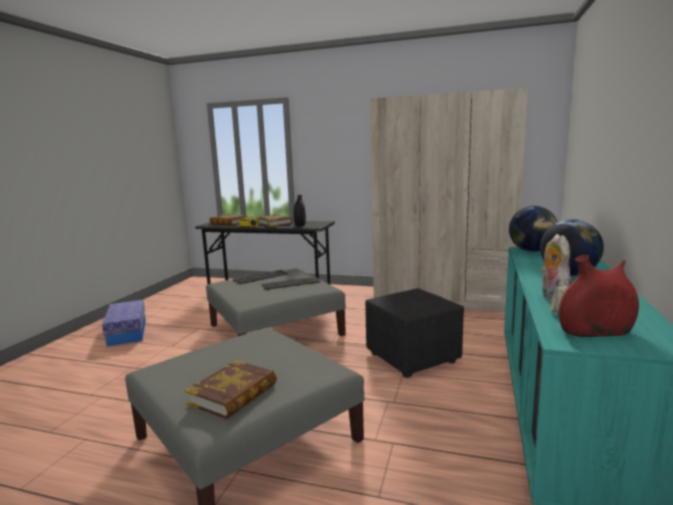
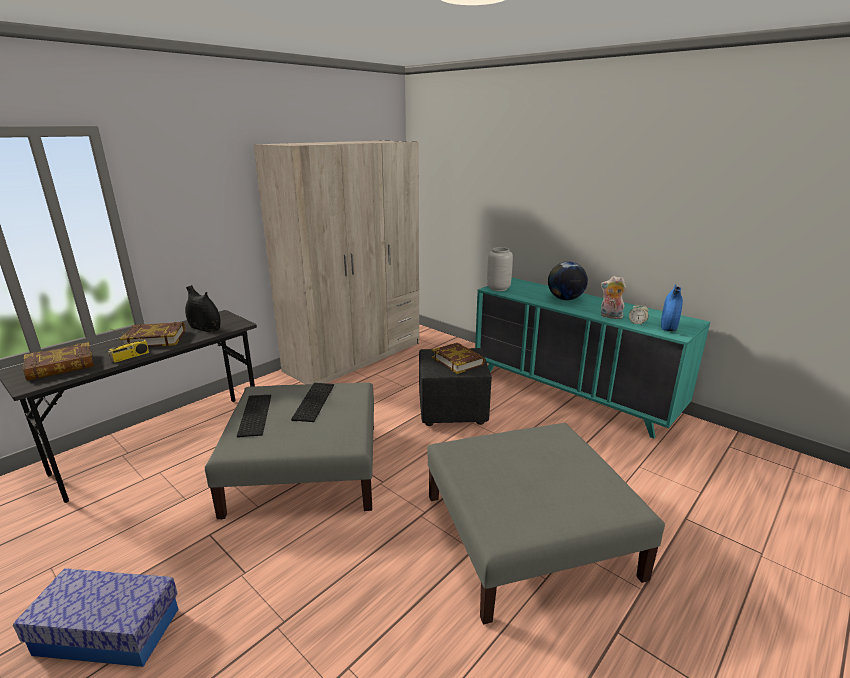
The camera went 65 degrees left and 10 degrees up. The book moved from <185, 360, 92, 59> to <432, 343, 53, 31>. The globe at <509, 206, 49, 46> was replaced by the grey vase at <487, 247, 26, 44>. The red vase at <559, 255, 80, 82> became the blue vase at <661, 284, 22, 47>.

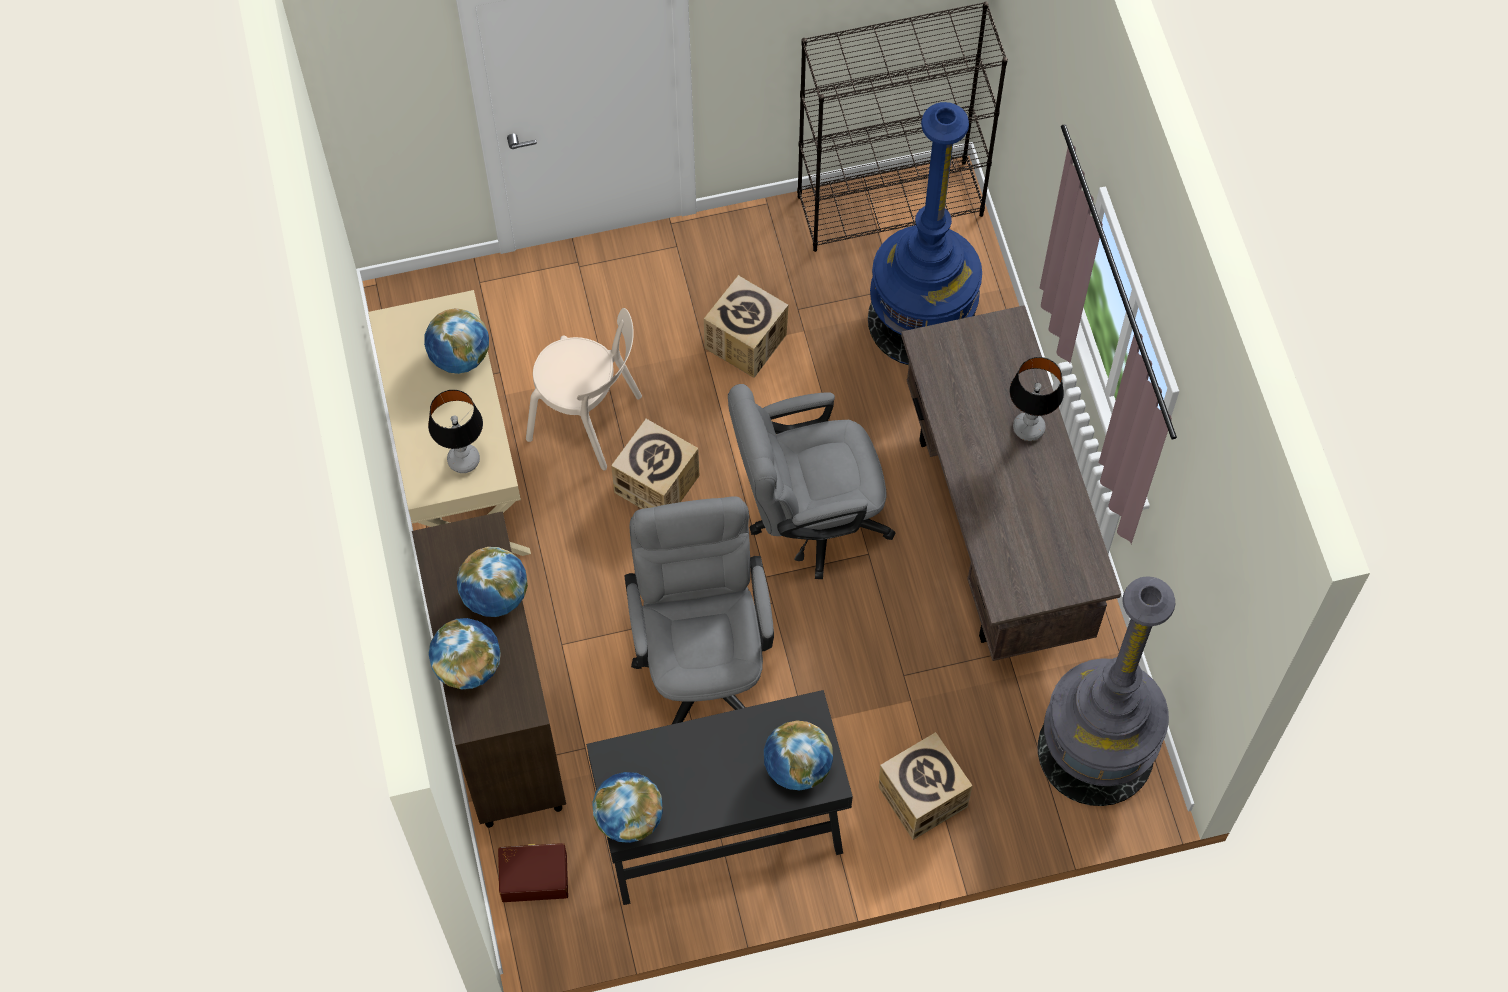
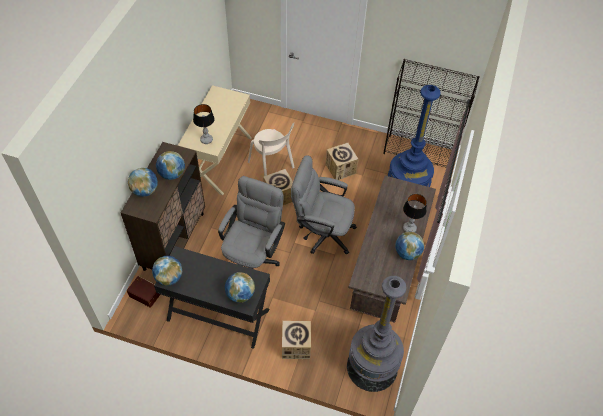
The camera went 30 degrees right and 10 degrees down. The globe moved from <424, 308, 65, 66> to <395, 232, 29, 28>.

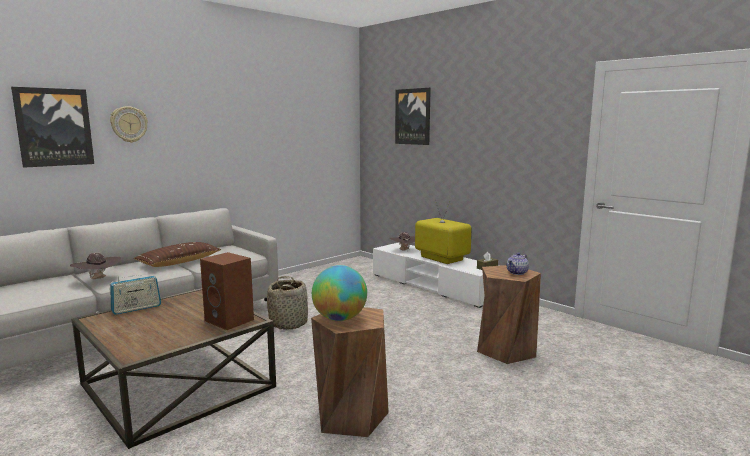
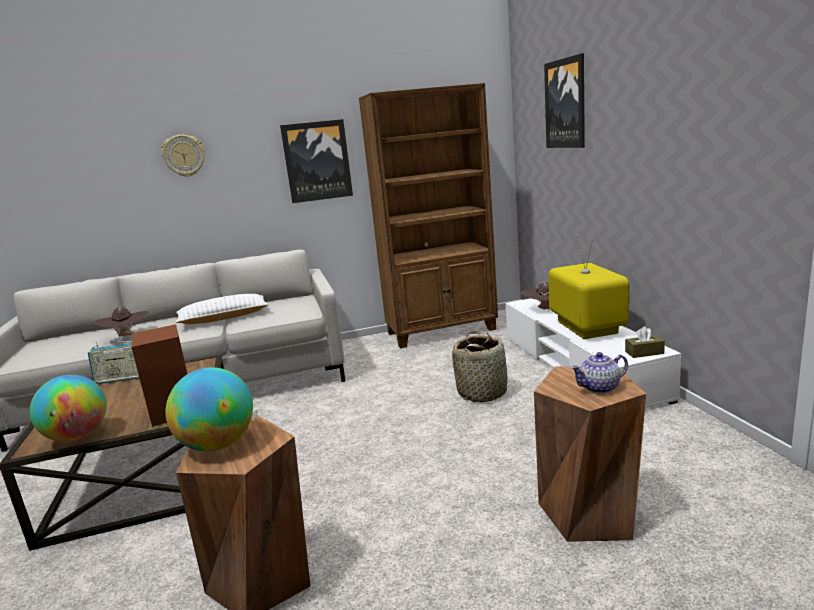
The camera went 30 degrees right and 5 degrees up. The picture moved from <11, 87, 83, 81> to <280, 119, 73, 84>. The brown pillow at <134, 242, 87, 25> became the white pillow at <176, 294, 93, 30>. The basket moved from <267, 276, 41, 54> to <452, 331, 55, 72>. The globe at <30, 375, 77, 67> appeared. The brown bookcase at <359, 83, 139, 265> appeared.

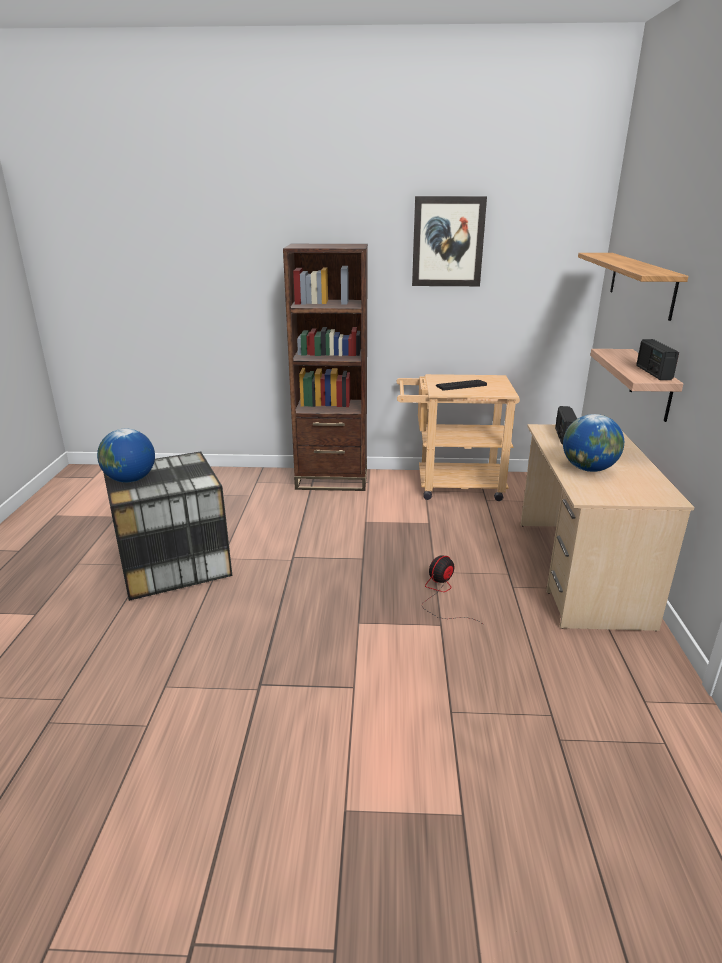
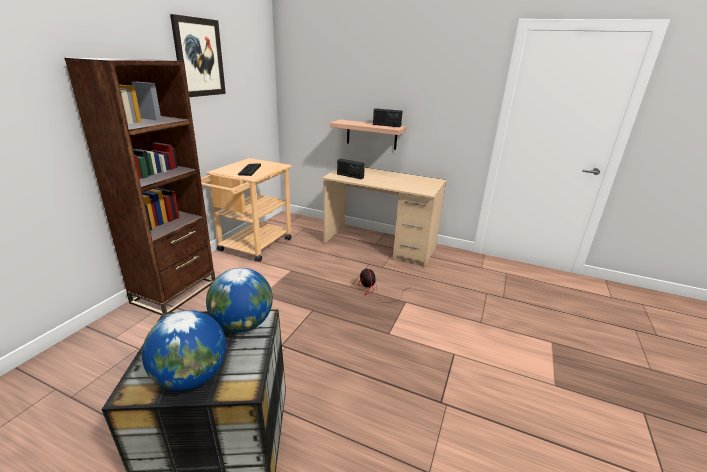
The camera went 70 degrees left and 0 degrees up. The globe moved from <563, 414, 61, 58> to <206, 268, 67, 65>. The shelf at <578, 253, 110, 68> disappeared.

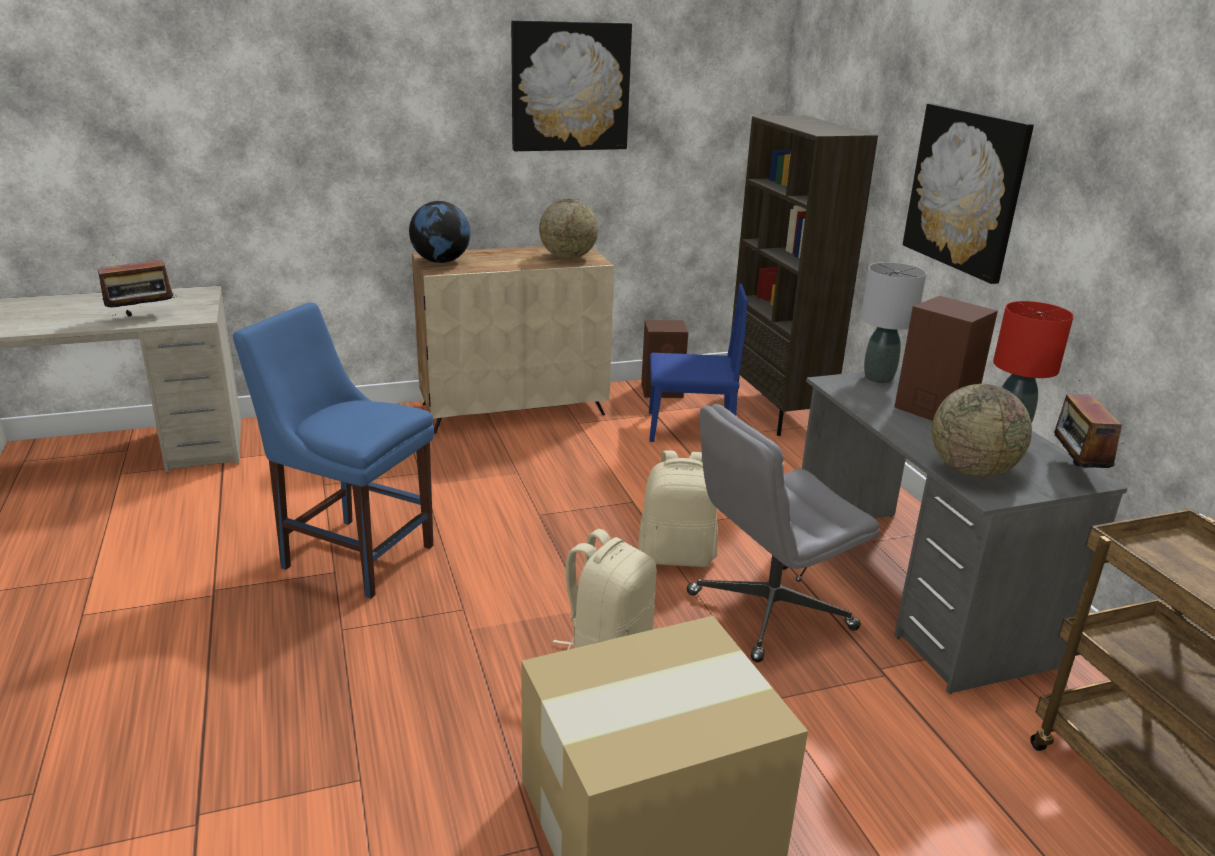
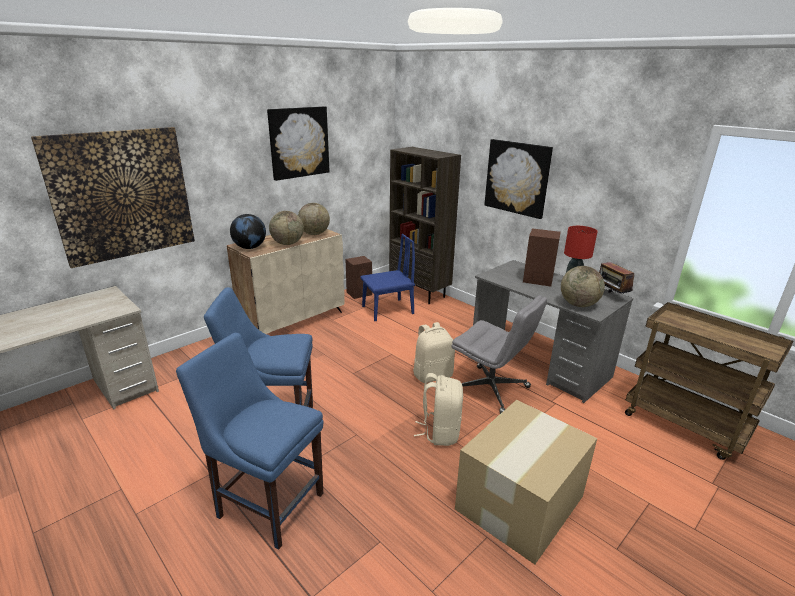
The camera went 25 degrees left and 0 degrees up. The radio at <98, 260, 79, 57> disappeared. The grey office chair at <687, 404, 192, 259> turned 90 degrees counterclockwise. The grey table lamp at <861, 262, 66, 121> disappeared. The picture at <31, 127, 164, 141> appeared. The blue chair at <176, 333, 147, 216> appeared. The globe at <269, 211, 35, 34> appeared.

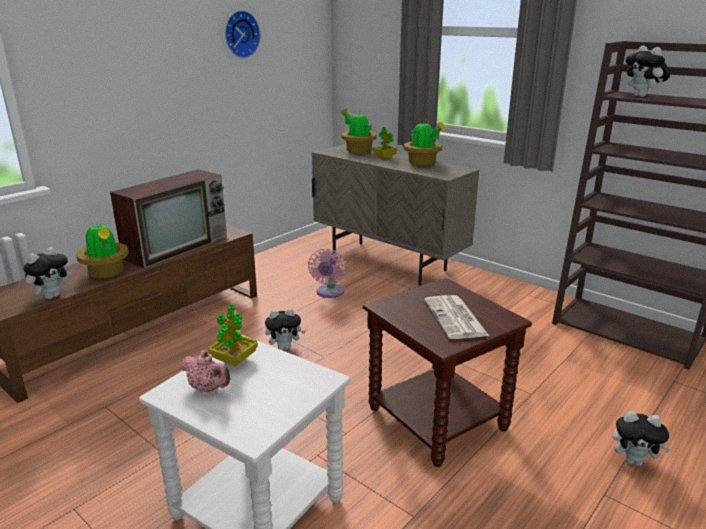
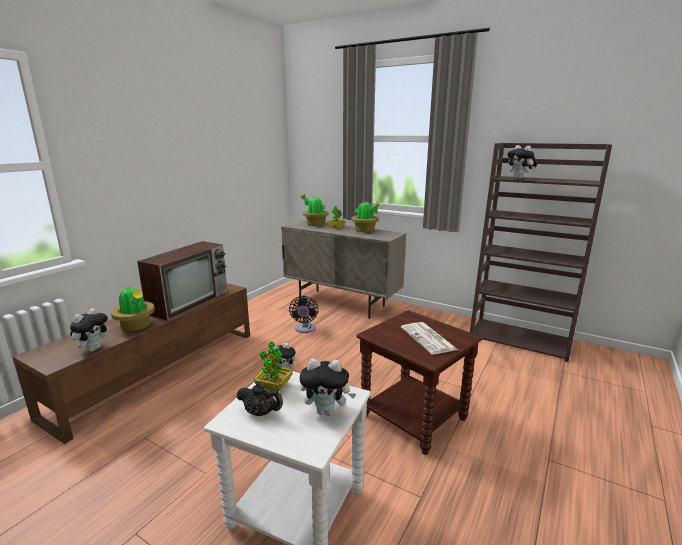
The camera went 10 degrees left and 5 degrees down. The pink teapot at <181, 350, 49, 42> became the black teapot at <237, 381, 46, 35>. The wall clock at <225, 10, 35, 48> disappeared. The pink fan at <308, 248, 38, 50> became the black fan at <289, 296, 29, 37>. The plush toy moved from <612, 411, 59, 55> to <299, 359, 57, 57>.

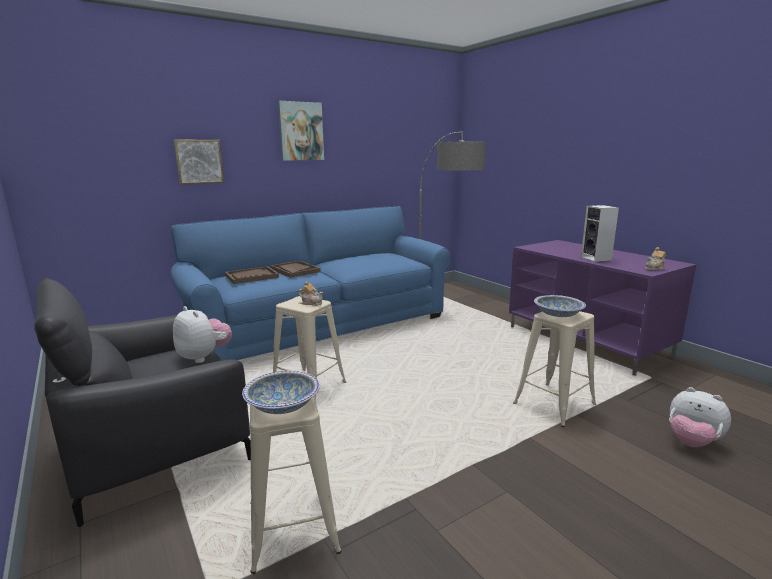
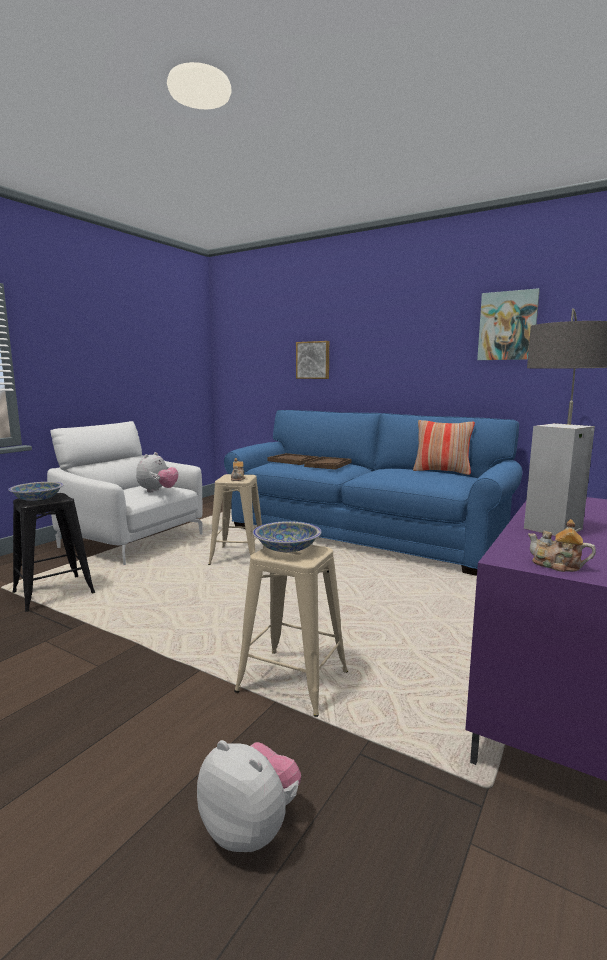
The camera went 65 degrees right and 5 degrees down. The black armchair at <34, 277, 217, 250> became the white armchair at <47, 421, 156, 144>. The beige stool at <250, 396, 92, 178> became the black stool at <12, 493, 83, 119>. The picture moved from <278, 101, 46, 60> to <477, 288, 63, 72>. The plush toy at <669, 387, 62, 60> turned 105 degrees clockwise. The pillow at <413, 420, 62, 55> appeared.

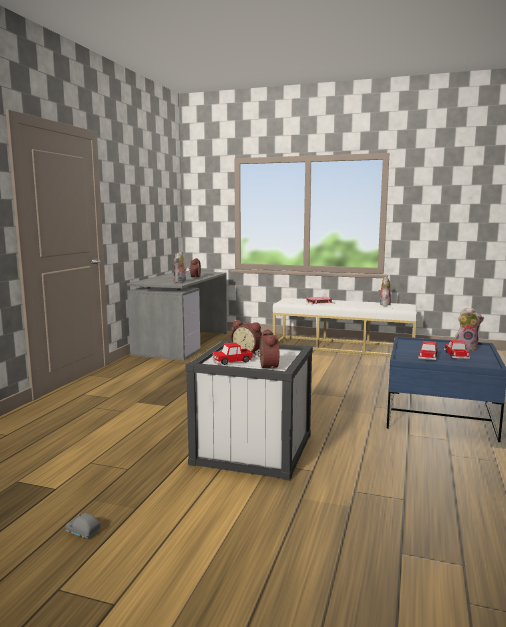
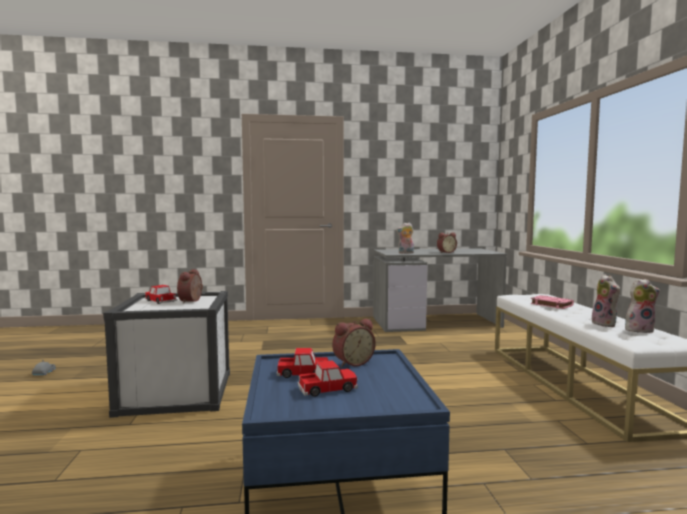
The camera went 65 degrees right and 5 degrees down. The alarm clock moved from <258, 329, 21, 41> to <332, 319, 44, 48>. The plush toy moved from <456, 307, 28, 44> to <591, 274, 29, 53>.

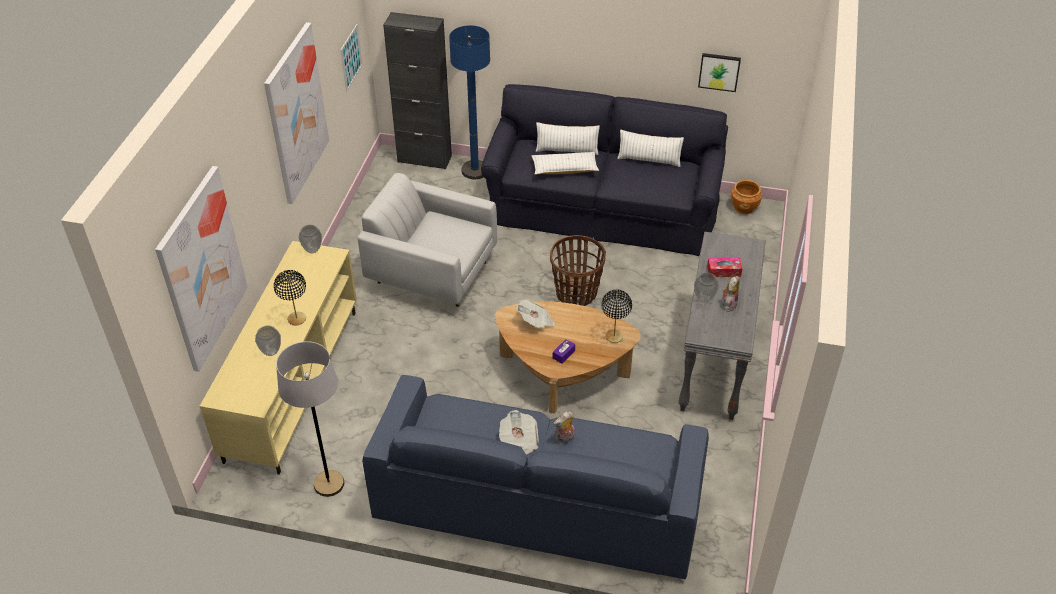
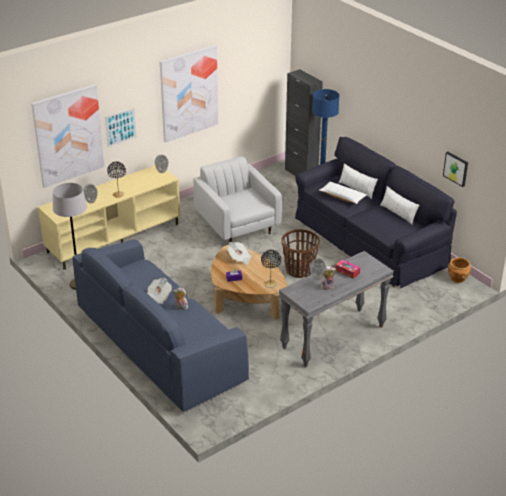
The camera went 40 degrees right and 10 degrees down. The picture moved from <340, 24, 23, 68> to <105, 108, 32, 39>.

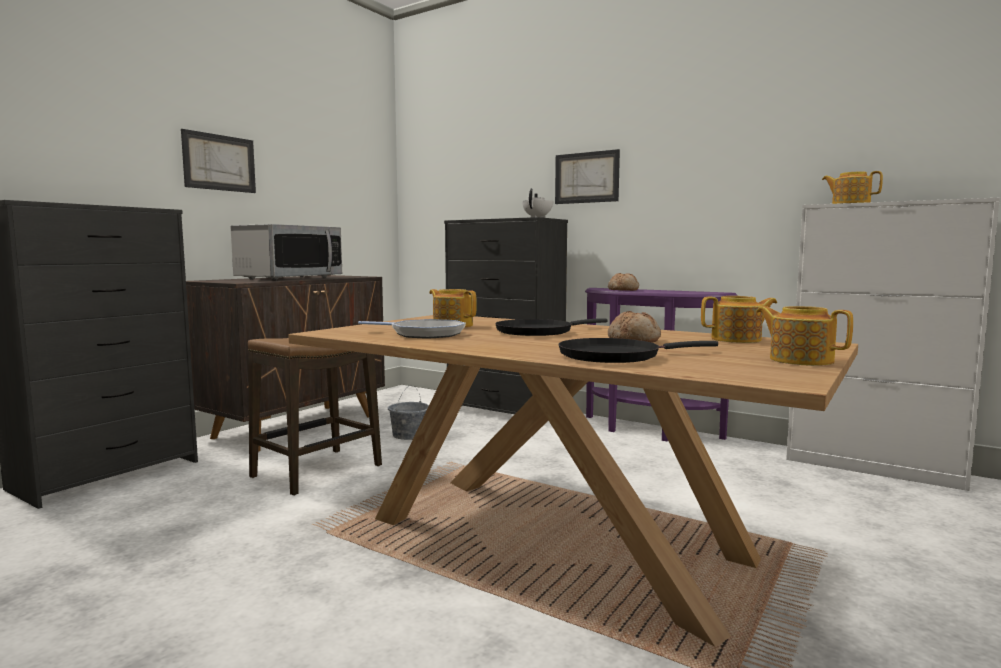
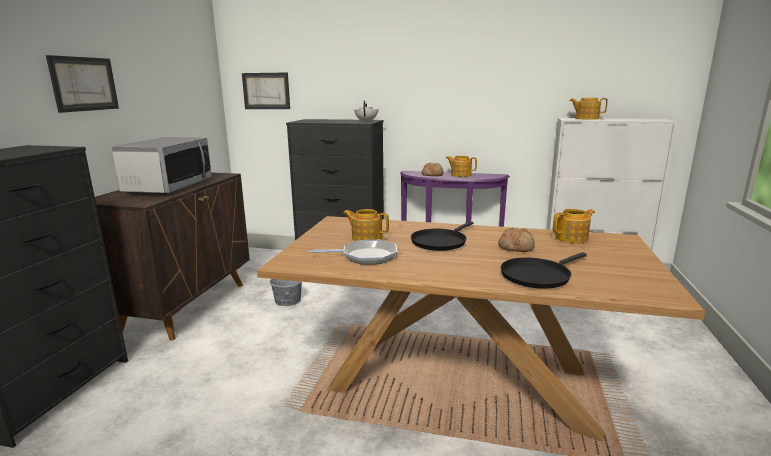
The camera went 20 degrees left and 10 degrees up. The stool at <248, 338, 134, 158> disappeared. The picture moved from <555, 149, 65, 55> to <242, 72, 48, 37>. The teapot moved from <756, 306, 97, 60> to <446, 156, 31, 21>.

